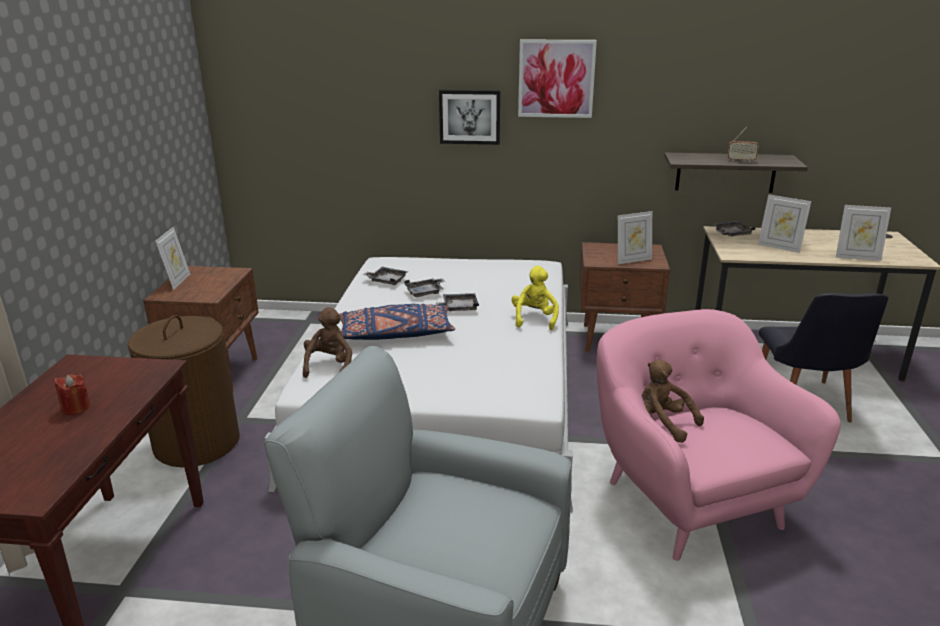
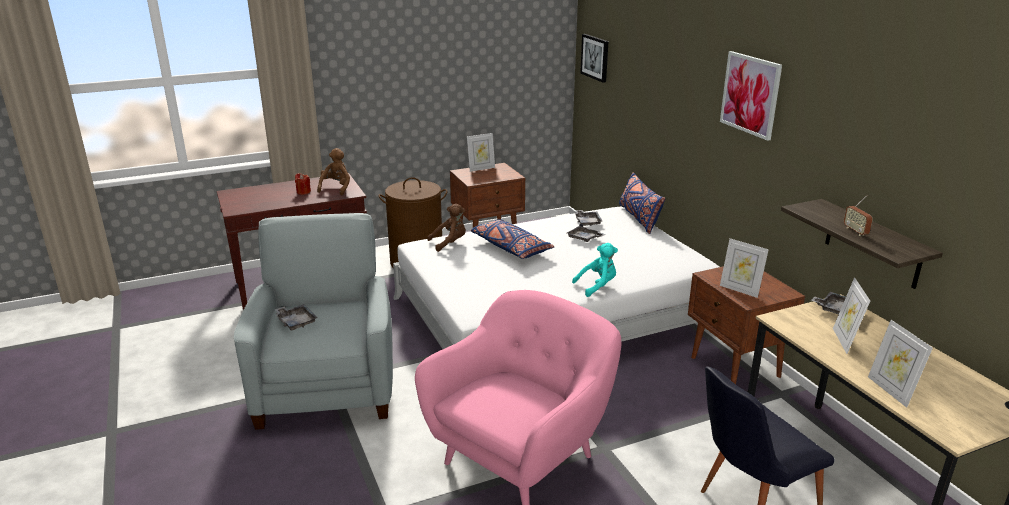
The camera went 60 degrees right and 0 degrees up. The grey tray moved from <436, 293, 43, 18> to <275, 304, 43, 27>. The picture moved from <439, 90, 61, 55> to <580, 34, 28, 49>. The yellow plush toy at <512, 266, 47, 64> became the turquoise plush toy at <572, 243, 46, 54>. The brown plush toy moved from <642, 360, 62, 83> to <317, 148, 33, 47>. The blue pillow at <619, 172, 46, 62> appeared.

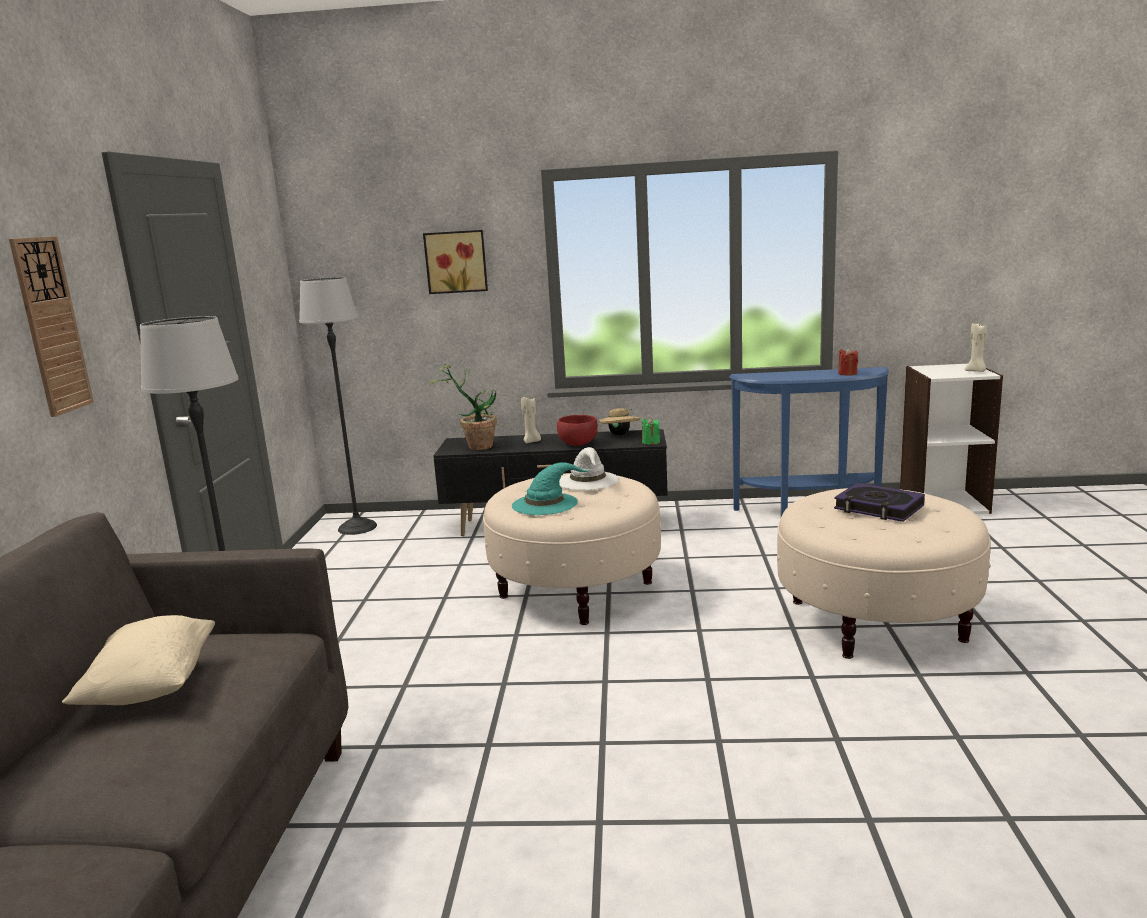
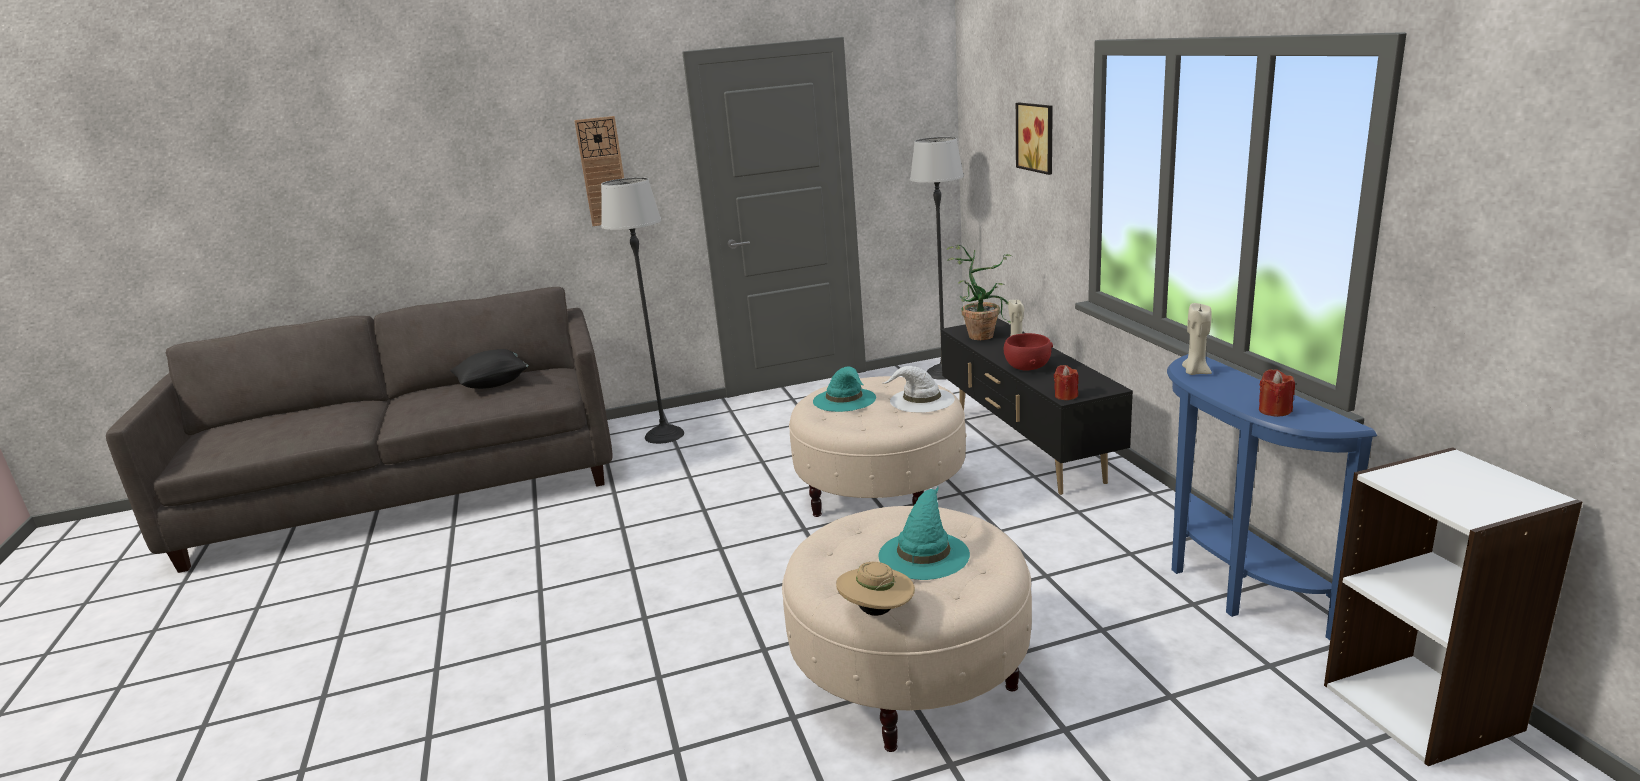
The camera went 70 degrees right and 5 degrees up. The beige pillow at <62, 615, 153, 90> became the black pillow at <450, 349, 79, 40>. The beige hat moved from <599, 407, 41, 28> to <836, 562, 79, 54>. The green candle at <642, 417, 18, 28> became the red candle at <1054, 365, 25, 35>. The book at <834, 483, 91, 39> was replaced by the turquoise hat at <879, 487, 91, 93>. The beige candle moved from <965, 323, 22, 49> to <1182, 303, 30, 72>.

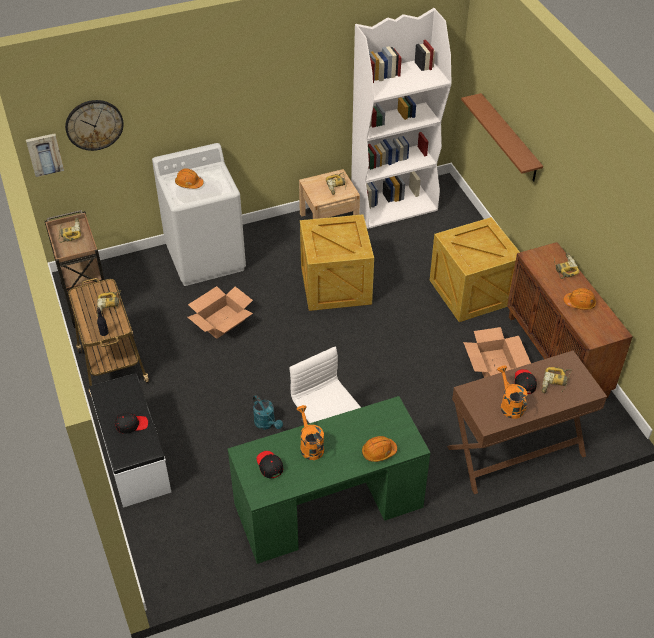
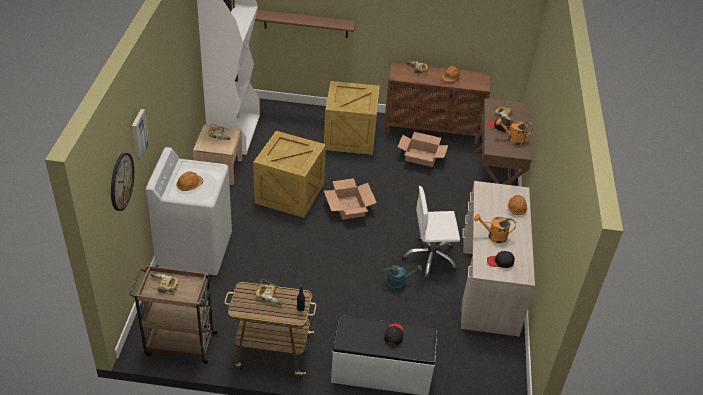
The camera went 65 degrees left and 5 degrees down. The picture moved from <26, 133, 38, 44> to <132, 109, 17, 51>. The cardboard box moved from <188, 286, 65, 53> to <324, 178, 53, 42>. The green desk at <228, 396, 203, 168> became the beige desk at <461, 181, 74, 156>.

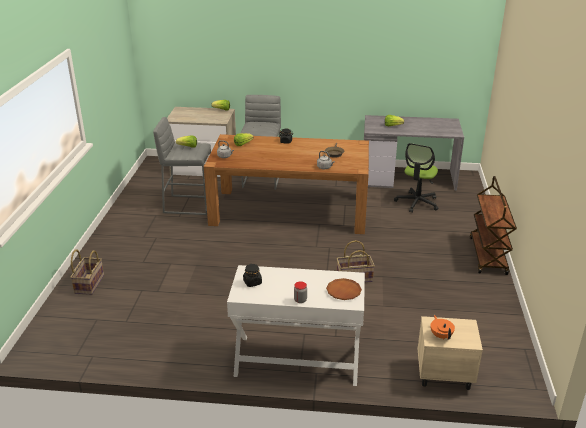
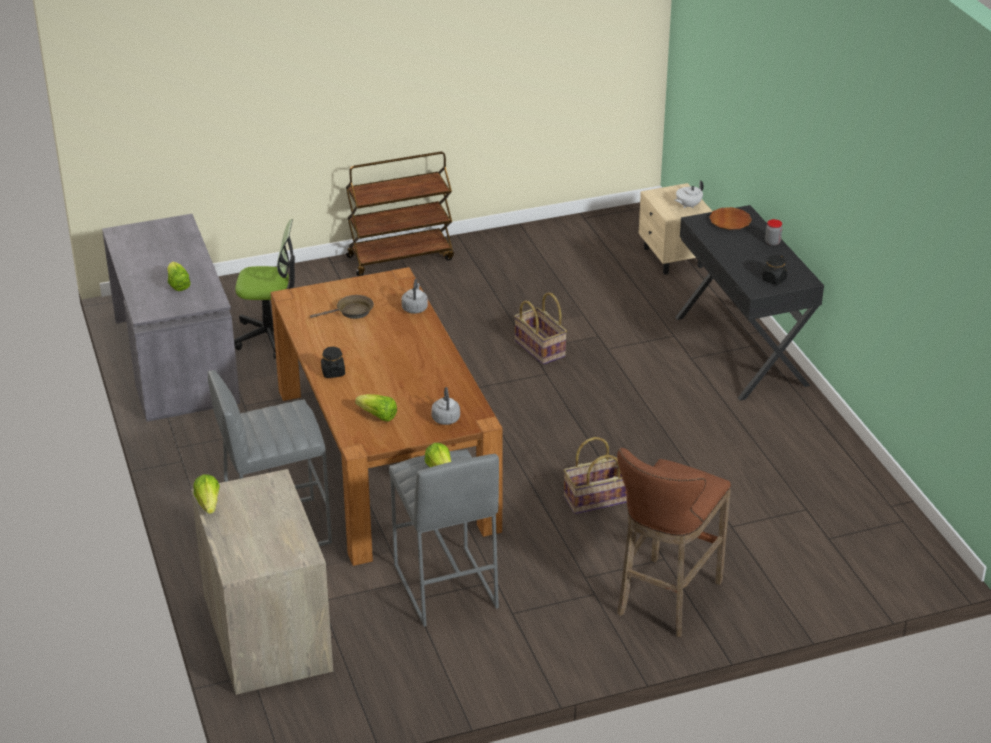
The camera went 115 degrees left and 5 degrees up. The basket moved from <70, 249, 34, 46> to <563, 437, 64, 77>. The white desk at <227, 265, 138, 121> became the black desk at <675, 205, 149, 196>. The orange teapot at <430, 315, 25, 25> became the white teapot at <675, 180, 29, 28>. The brown stool at <617, 448, 114, 189> appeared.

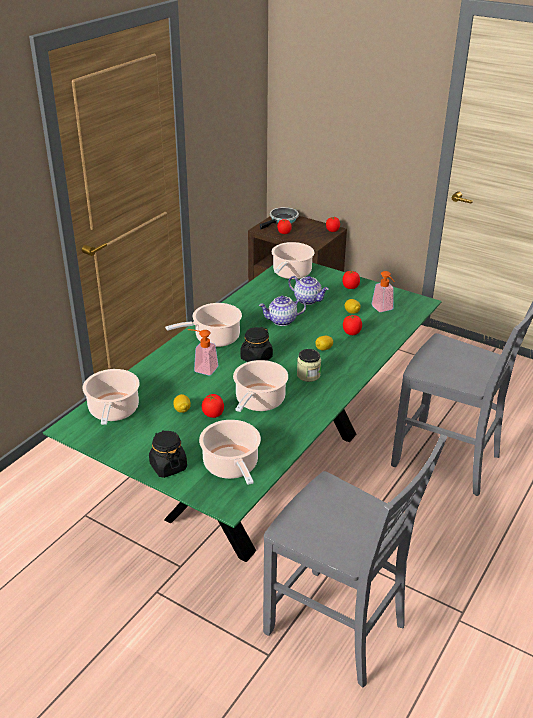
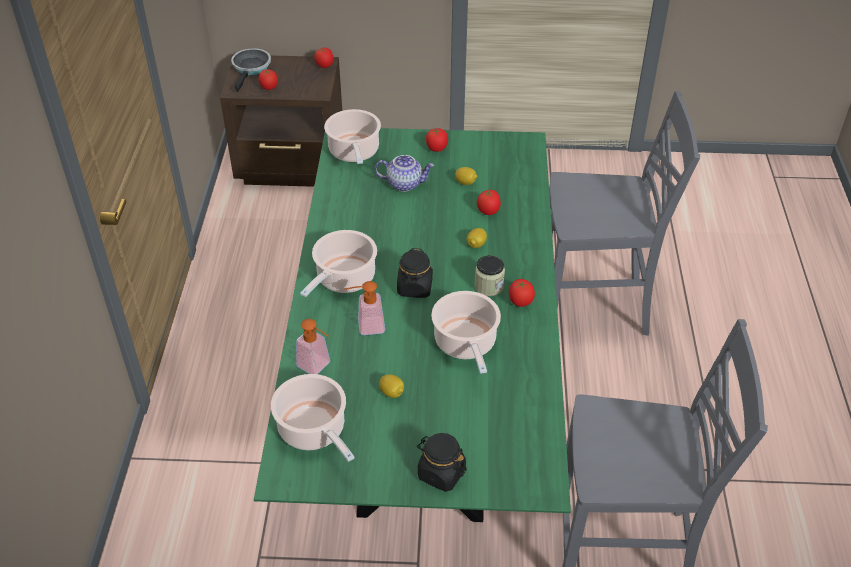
The camera went 30 degrees left and 10 degrees up. The cooking pot at <199, 420, 62, 65> disappeared. The tomato moved from <202, 394, 22, 24> to <509, 279, 26, 28>. The teapot at <259, 296, 47, 30> disappeared. The soap dispenser moved from <372, 271, 23, 41> to <296, 319, 34, 55>.

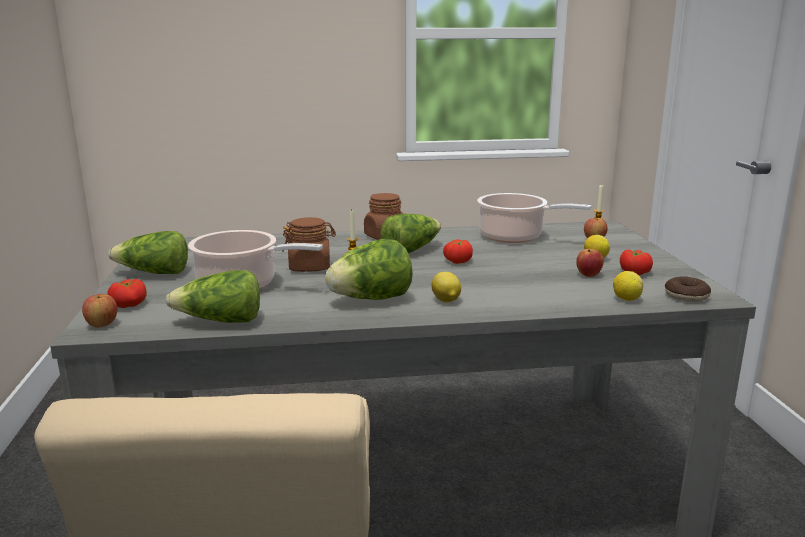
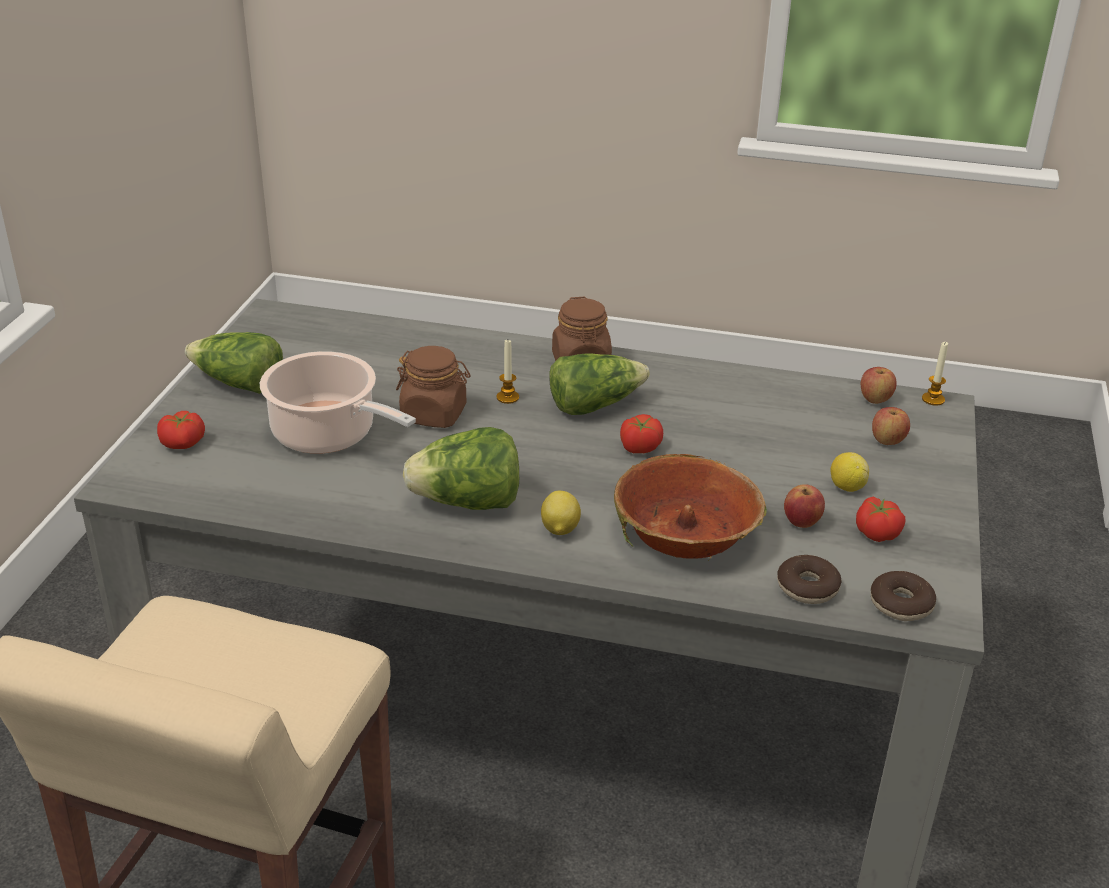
The camera went 20 degrees right and 15 degrees up. The apple moved from <82, 294, 36, 34> to <861, 367, 36, 37>. The lettuce at <166, 270, 94, 53> disappeared. The cooking pot at <477, 193, 114, 50> disappeared. The lemon at <613, 271, 30, 30> was replaced by the donut at <777, 555, 65, 49>. The bowl at <614, 454, 153, 107> appeared.

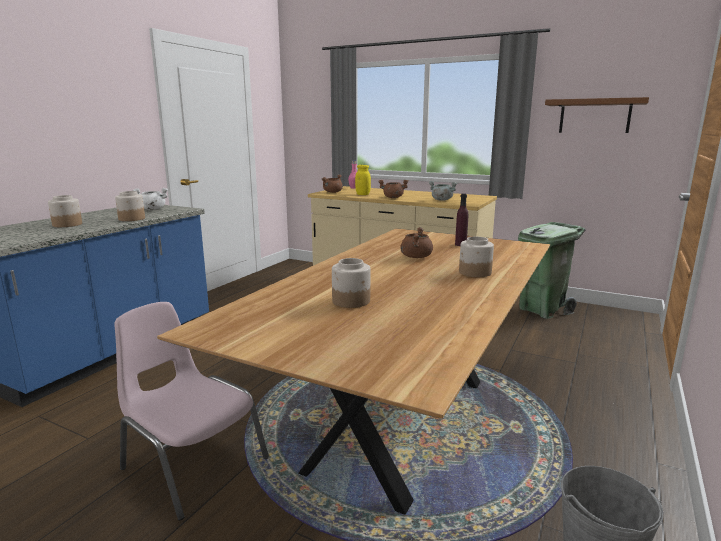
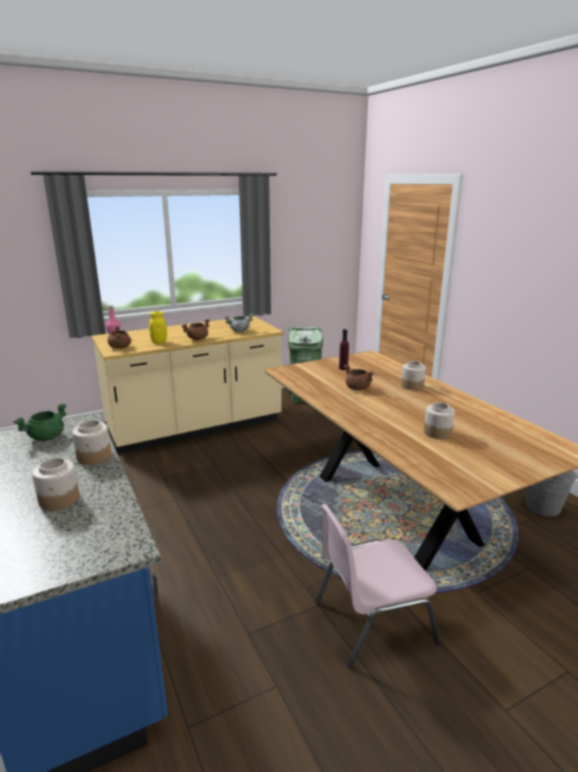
The camera went 55 degrees left and 5 degrees up. The white cooking pot at <133, 188, 35, 22> became the green cooking pot at <13, 403, 54, 38>. The brown shelf at <545, 97, 104, 36> disappeared.

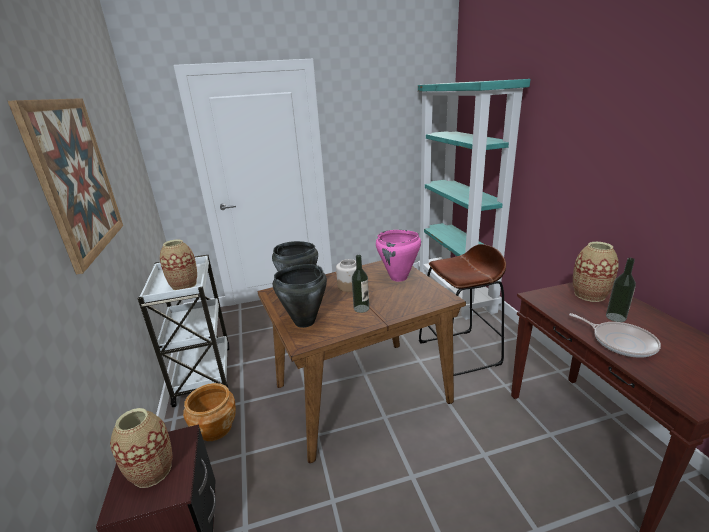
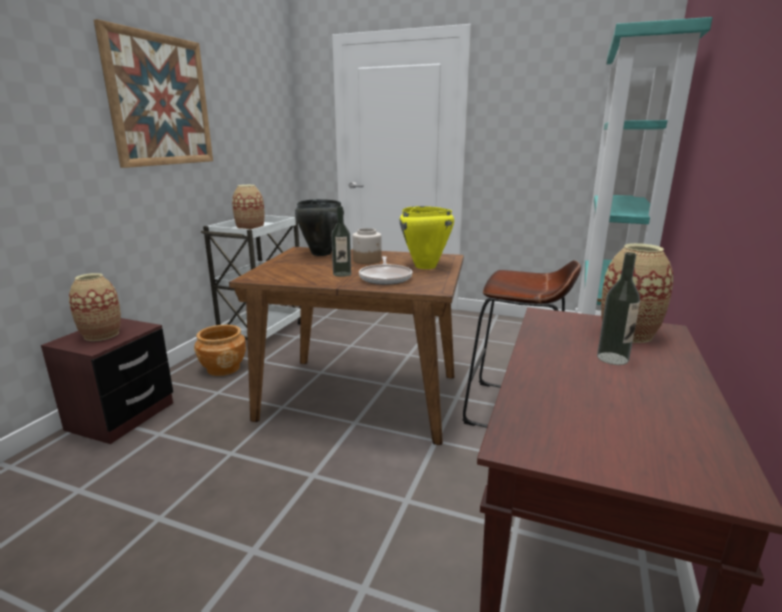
The camera went 35 degrees right and 5 degrees down. The black cooking pot at <273, 264, 54, 64> disappeared. The pink cooking pot at <376, 230, 45, 52> became the yellow cooking pot at <400, 206, 54, 63>. The frying pan moved from <569, 313, 92, 45> to <359, 256, 53, 29>.

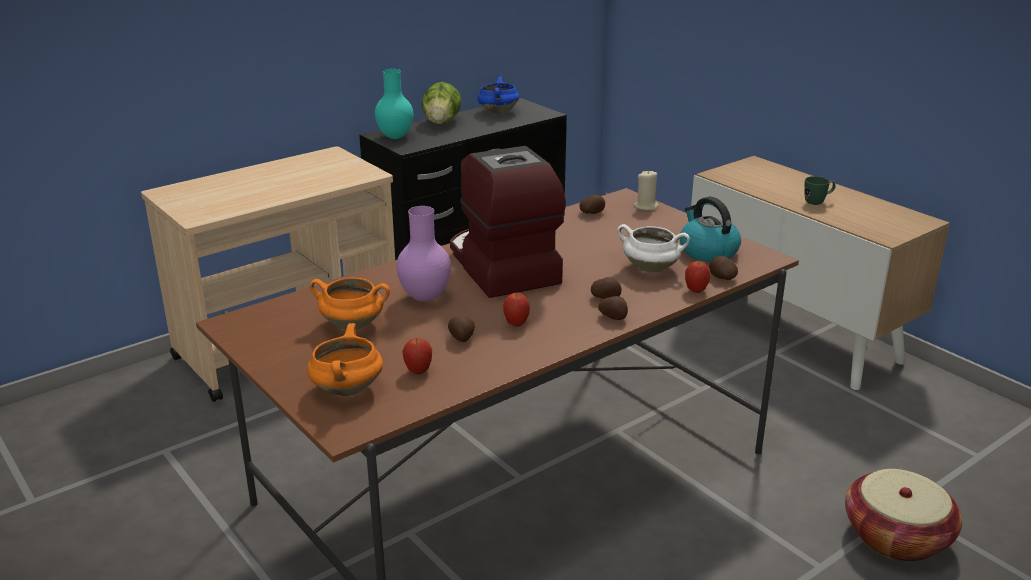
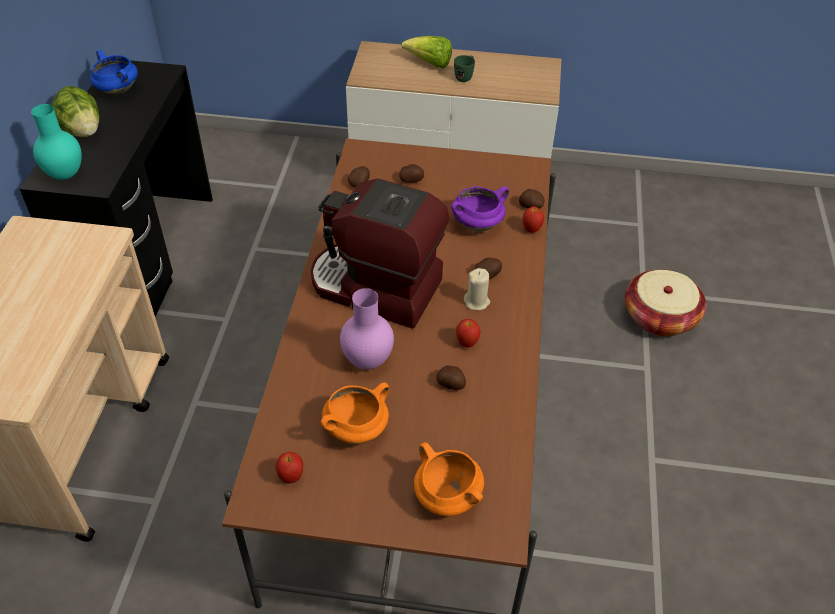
The camera went 45 degrees left and 20 degrees up. The apple moved from <403, 338, 29, 36> to <275, 452, 28, 32>. The potato moved from <598, 296, 30, 24> to <399, 164, 25, 19>. The white cooking pot at <617, 224, 73, 49> became the purple cooking pot at <451, 186, 58, 46>. The beige candle moved from <634, 170, 25, 40> to <464, 268, 26, 42>. The kettle at <680, 197, 61, 65> disappeared. The lettuce at <402, 36, 50, 32> appeared.

